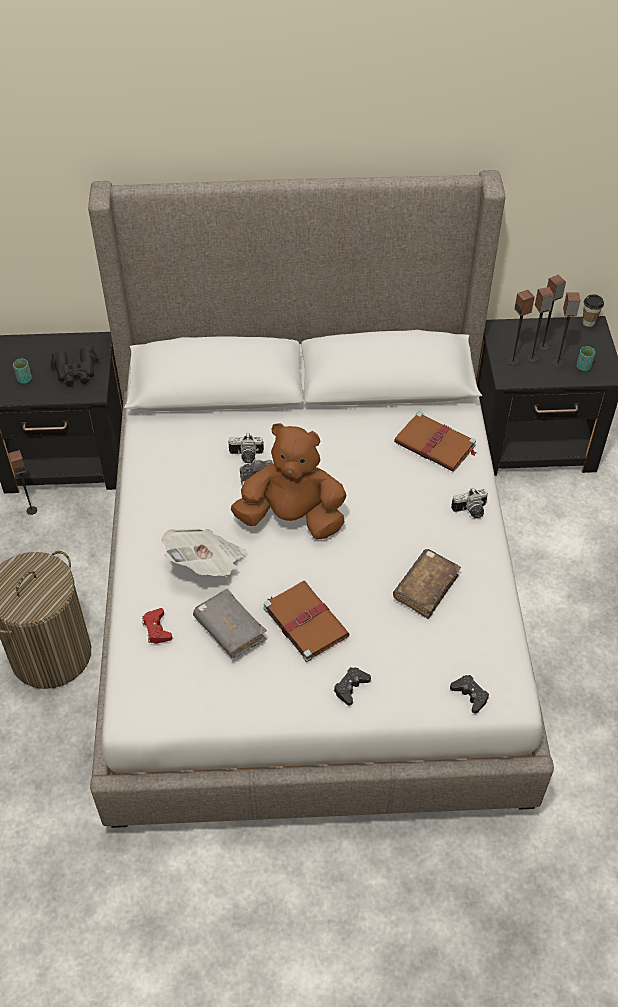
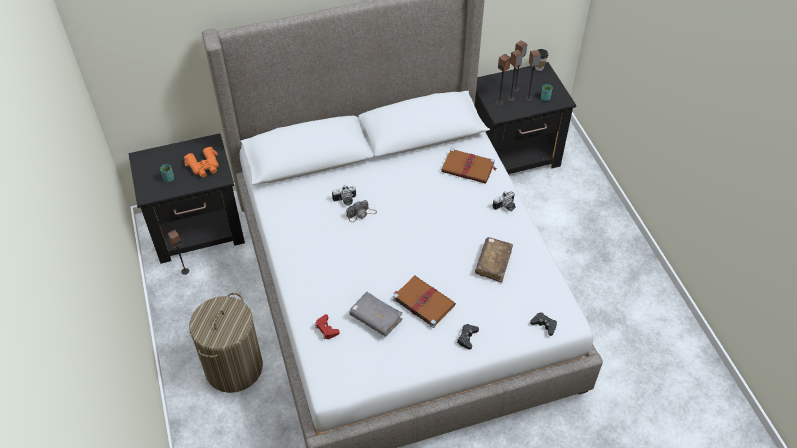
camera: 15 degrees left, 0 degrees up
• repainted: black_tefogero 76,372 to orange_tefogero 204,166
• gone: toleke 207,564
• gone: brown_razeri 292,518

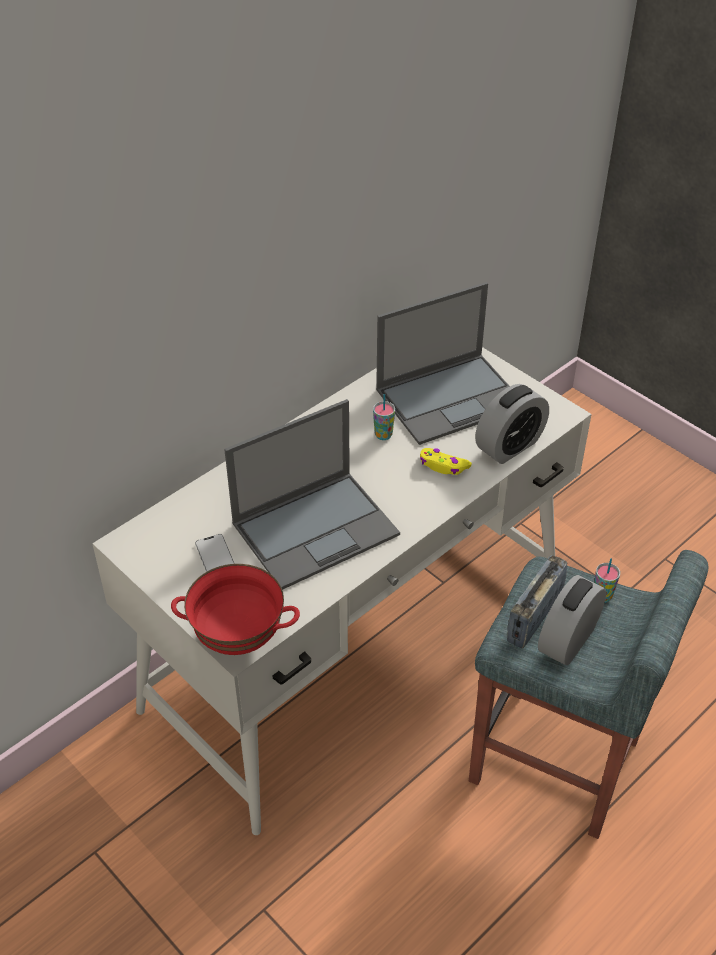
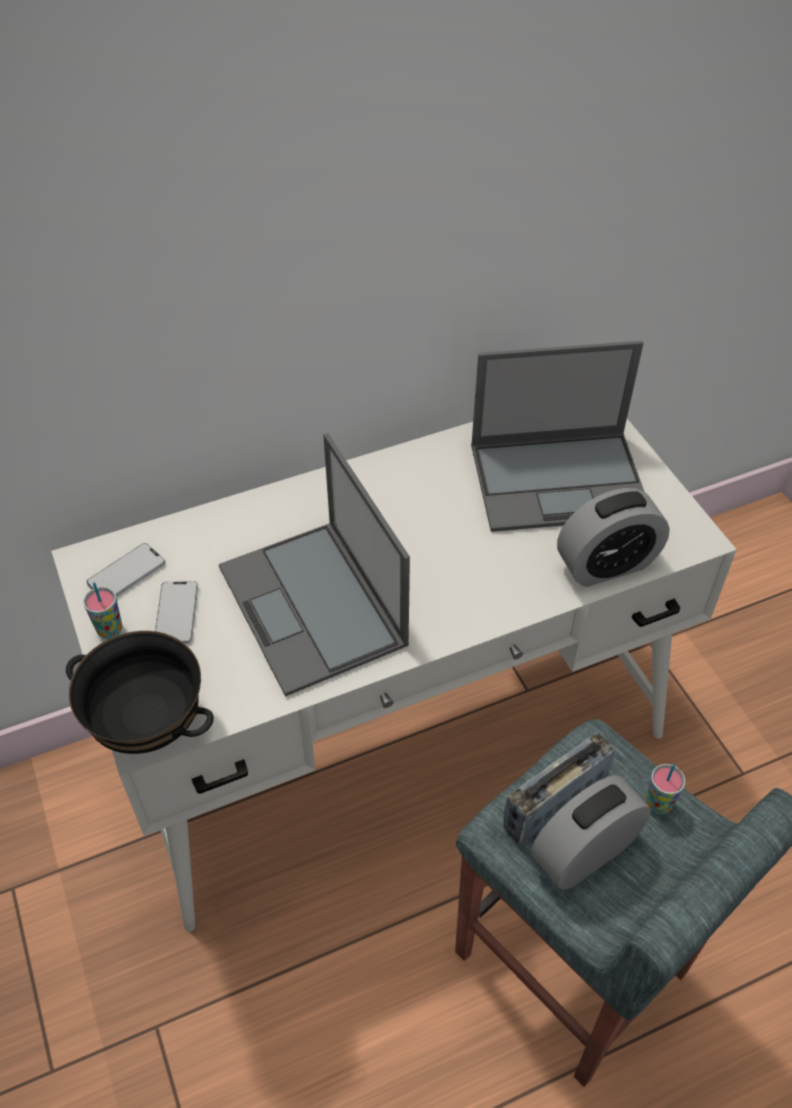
camera: 20 degrees right, 5 degrees up
• repainted: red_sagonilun 239,638 to black_sagonilun 150,725
• shifted: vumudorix 383,435 to 110,630
• new: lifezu 126,573
• rotated: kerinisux 317,528 = 313,607 75 degrees clockwise
• gone: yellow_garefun 443,466

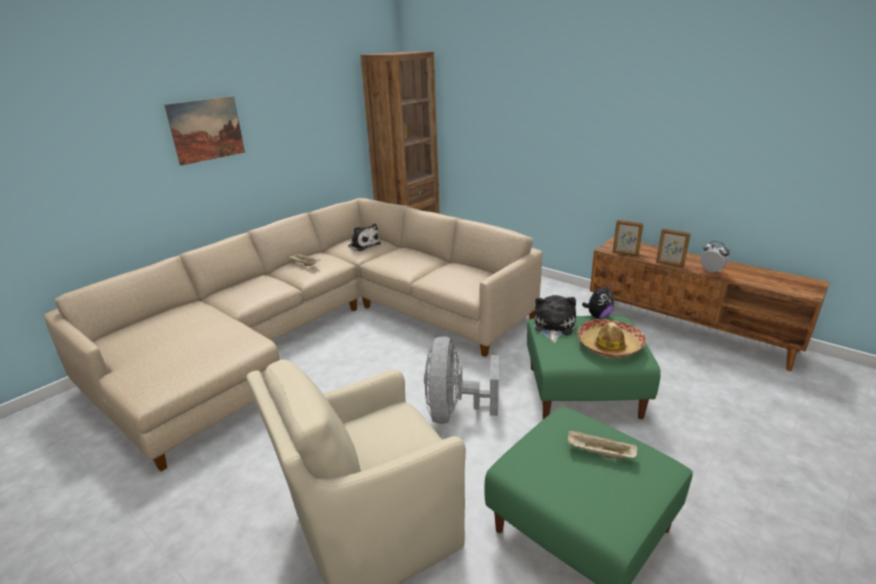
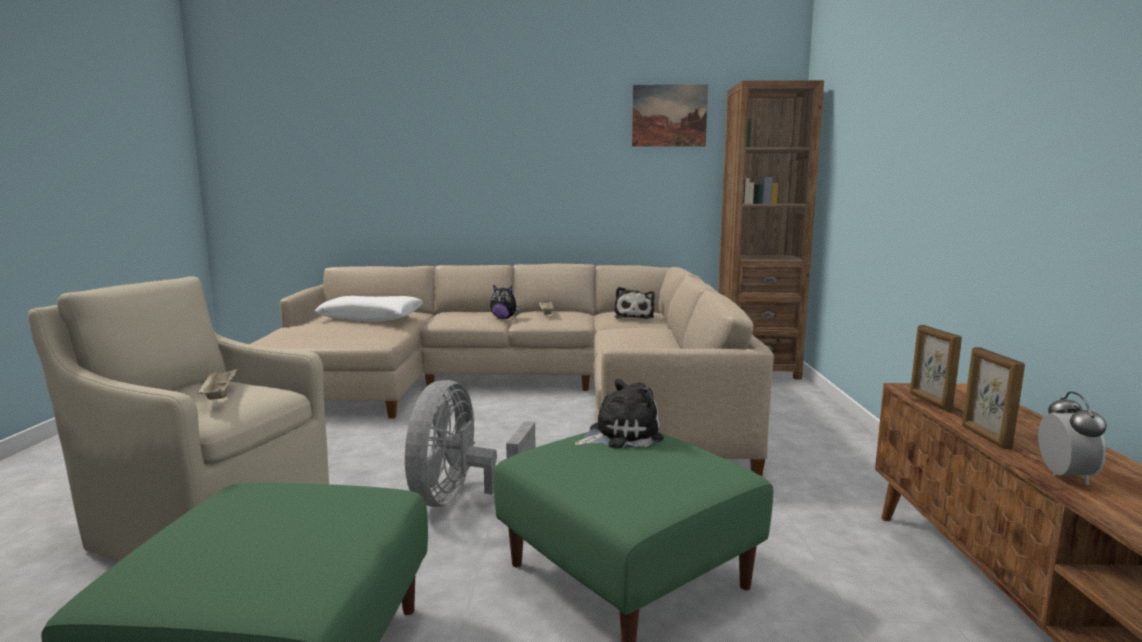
camera: 50 degrees right, 15 degrees down
• shifted: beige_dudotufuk 599,453 to 219,395
• new: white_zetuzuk 371,318
• rotated: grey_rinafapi 455,411 = 461,499 45 degrees counterclockwise
• shifted: razeri 598,316 to 504,318
• shifted: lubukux 206,130 to 669,115
• gone: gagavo 609,345

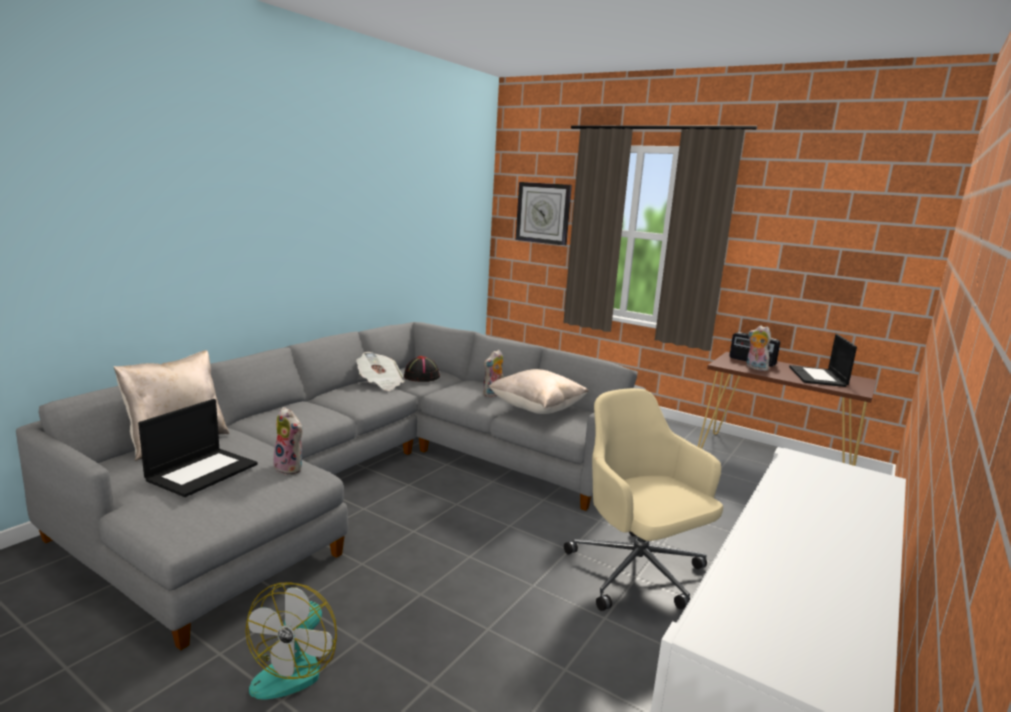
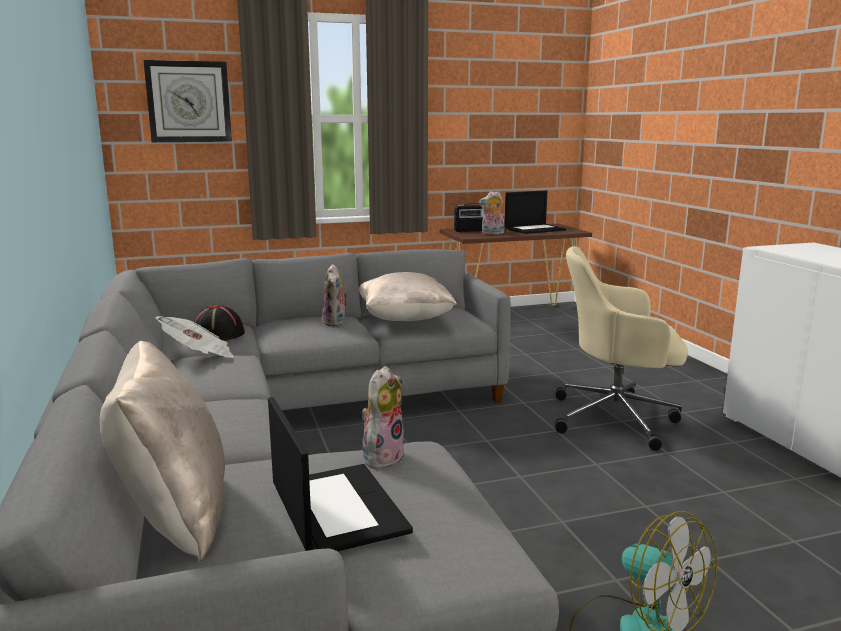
camera: 50 degrees left, 0 degrees up
• rotated: razeri 291,468 = 382,457 45 degrees counterclockwise
• rotated: kerinisux 818,377 = 535,229 75 degrees counterclockwise

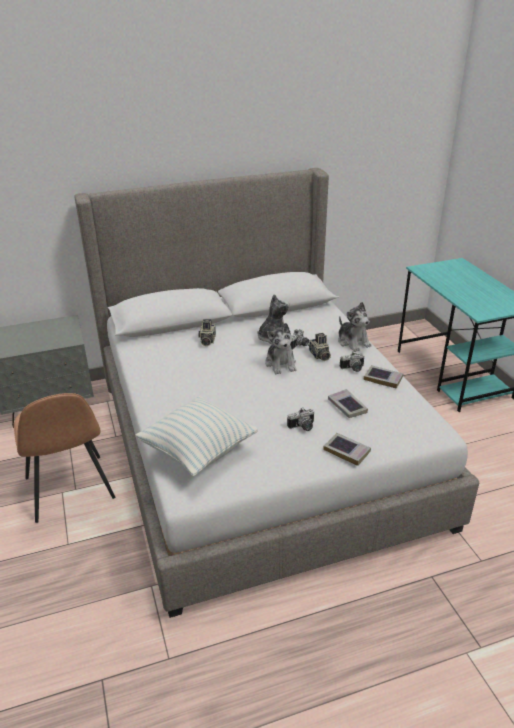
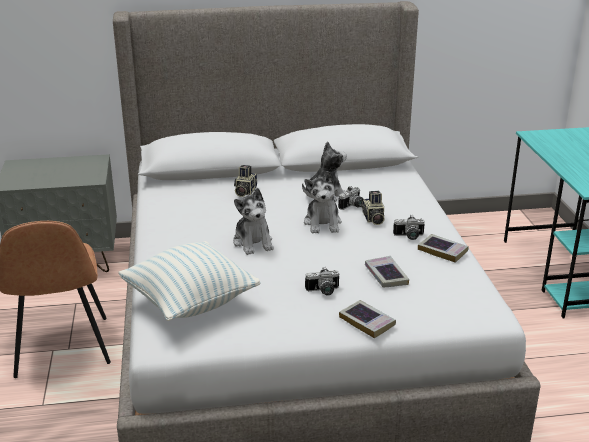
camera: 10 degrees right, 5 degrees down
• shifted: razeri 353,342 to 253,242

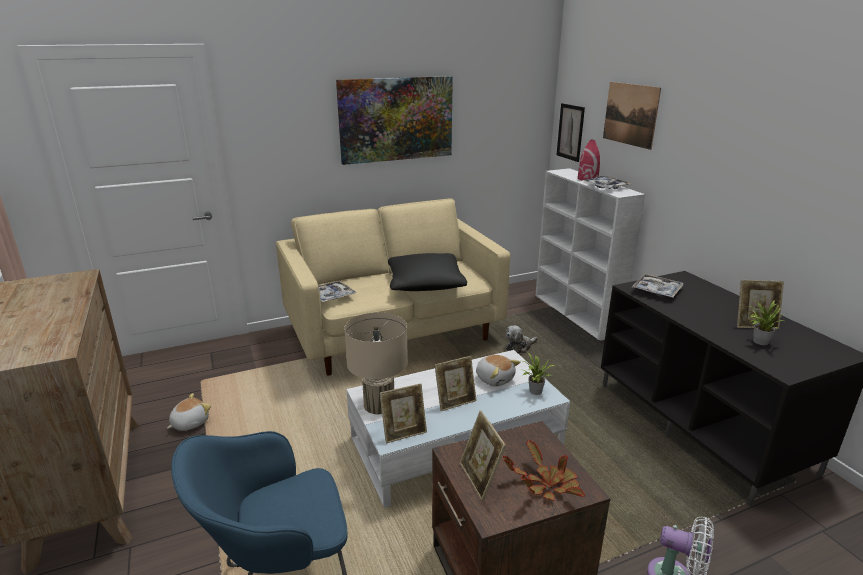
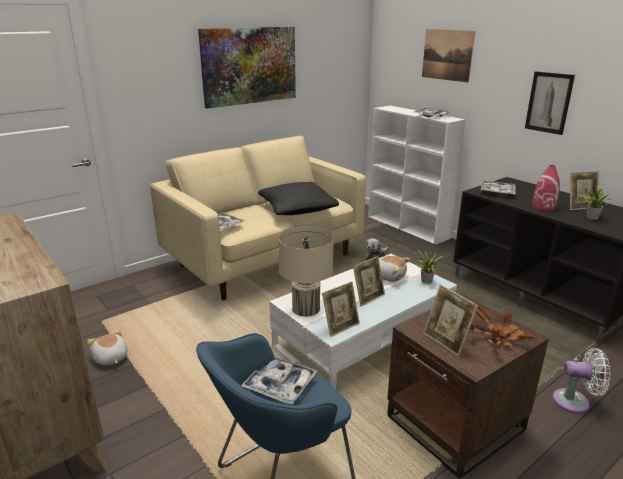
camera: 15 degrees left, 0 degrees up
• rotated: razeri 189,423 = 110,358 60 degrees counterclockwise
• new: dudotufuk 279,384
• shifted: lubukux 570,132 to 548,102
• shifted: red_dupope 588,179 to 544,207

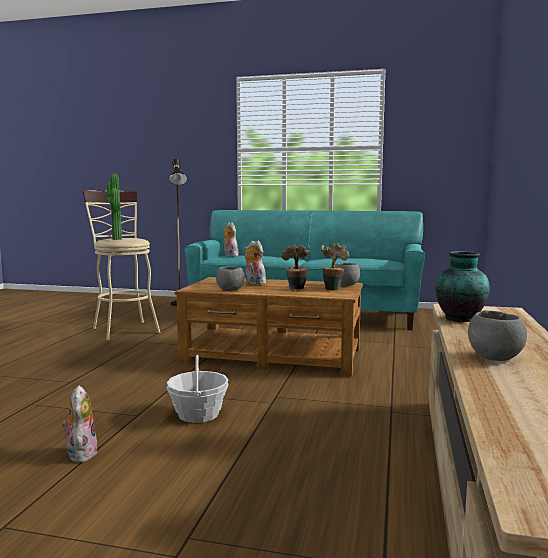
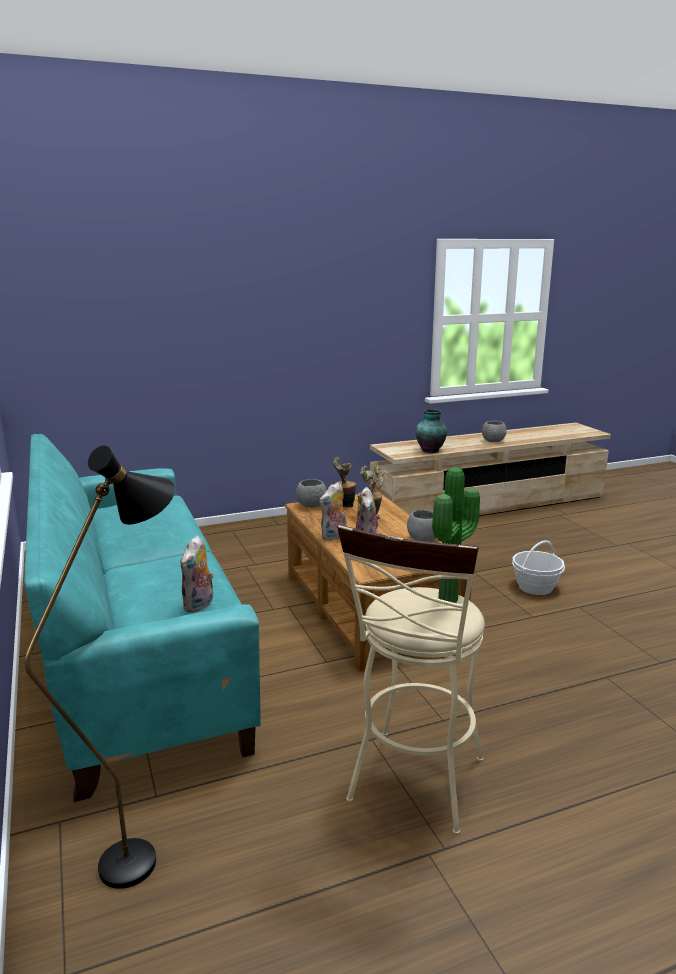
camera: 125 degrees left, 10 degrees up
• shifted: razeri 80,453 to 334,536

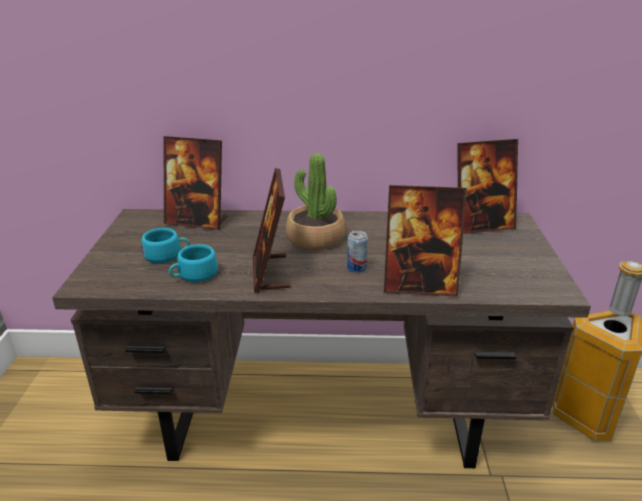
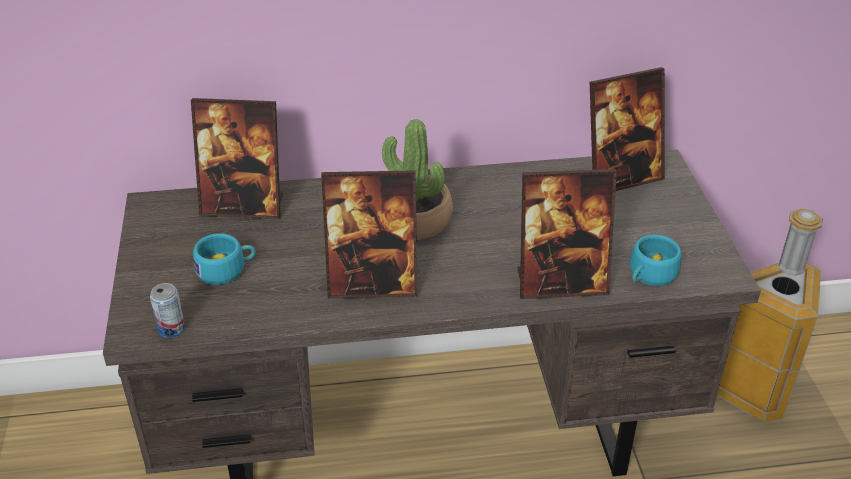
camera: 10 degrees left, 10 degrees up
• shifted: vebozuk 356,268 to 171,329
• rotated: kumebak 270,273 = 372,284 75 degrees counterclockwise
• shifted: turquoise_vumudorix 194,276 to 649,275

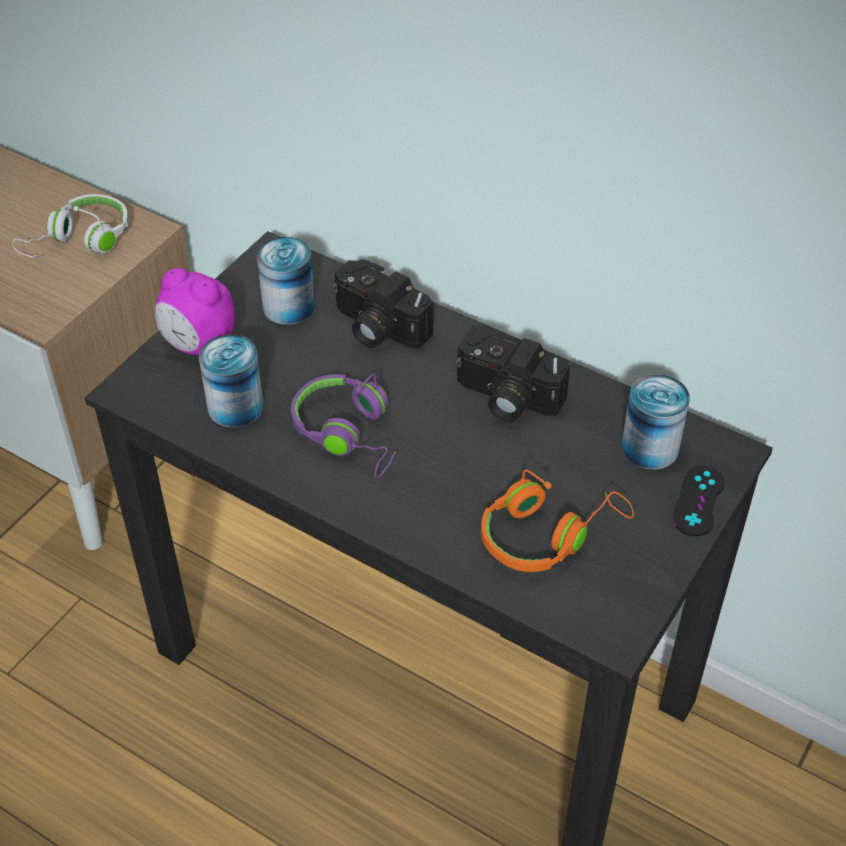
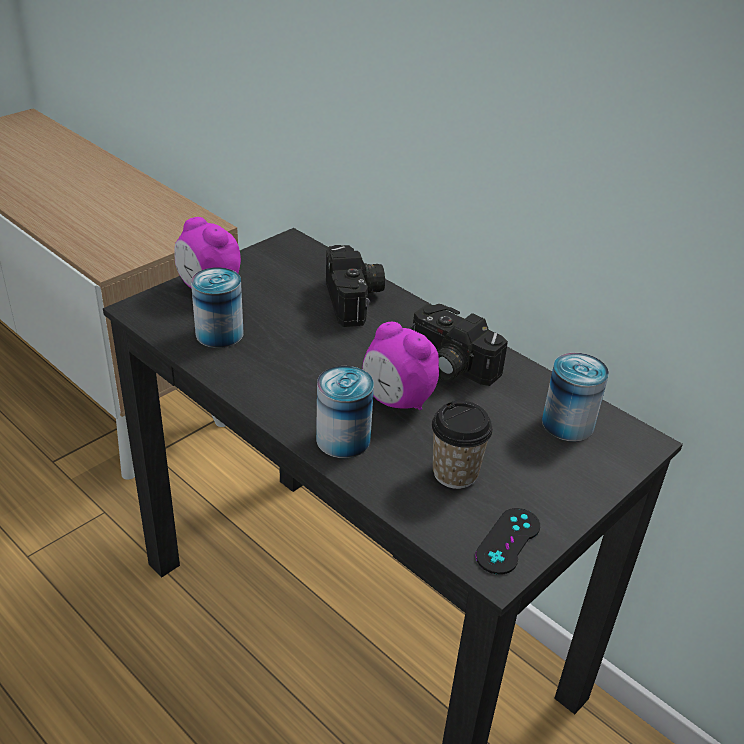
camera: 10 degrees right, 10 degrees down
• shifted: vebozuk 288,306 to 343,439
• rotated: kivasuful 376,327 = 356,300 150 degrees counterclockwise
• new: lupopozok 397,400
• swapped: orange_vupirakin 547,534 to vumudorix 455,473
• shifted: black_garefun 698,501 to 508,541
• gone: white_vupirakin 80,240
• gone: purple_vupirakin 349,433

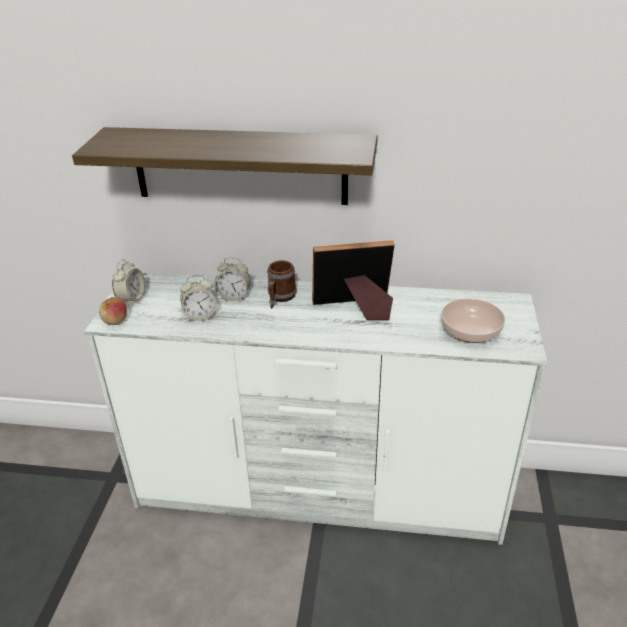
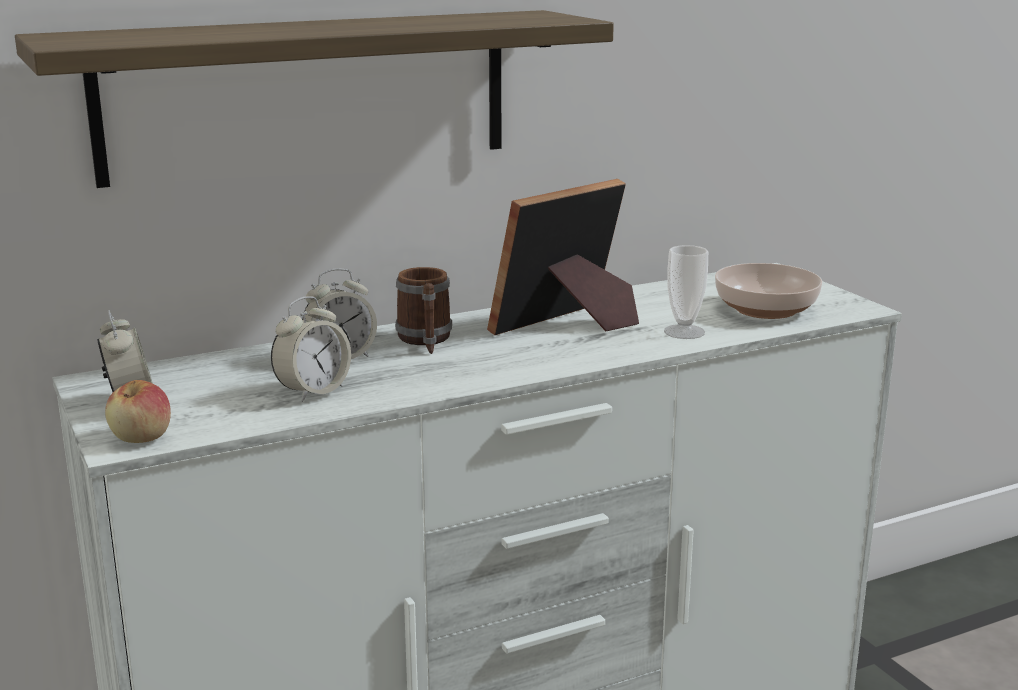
camera: 35 degrees left, 15 degrees down
• new: vumudorix 684,332

